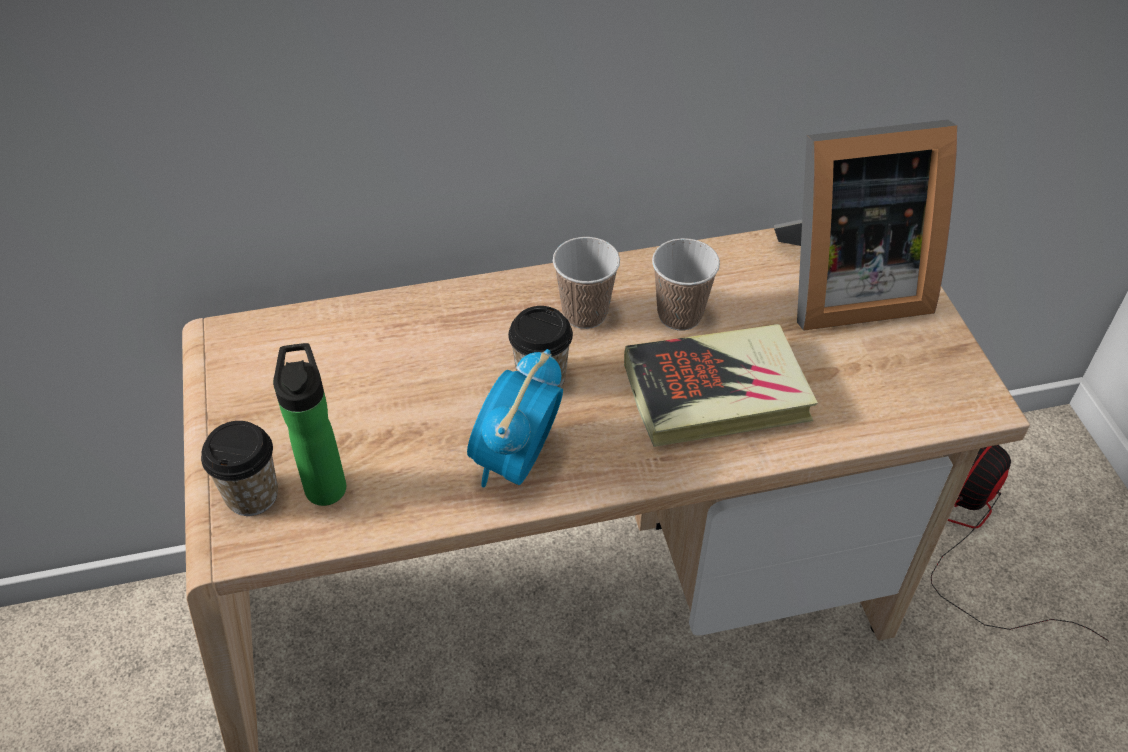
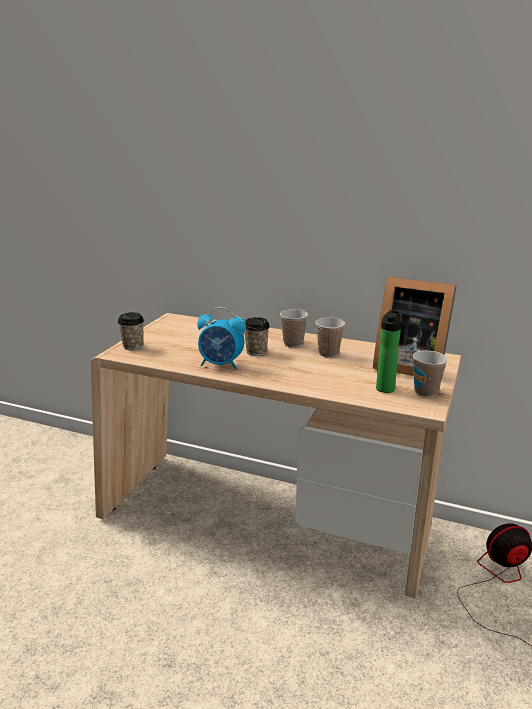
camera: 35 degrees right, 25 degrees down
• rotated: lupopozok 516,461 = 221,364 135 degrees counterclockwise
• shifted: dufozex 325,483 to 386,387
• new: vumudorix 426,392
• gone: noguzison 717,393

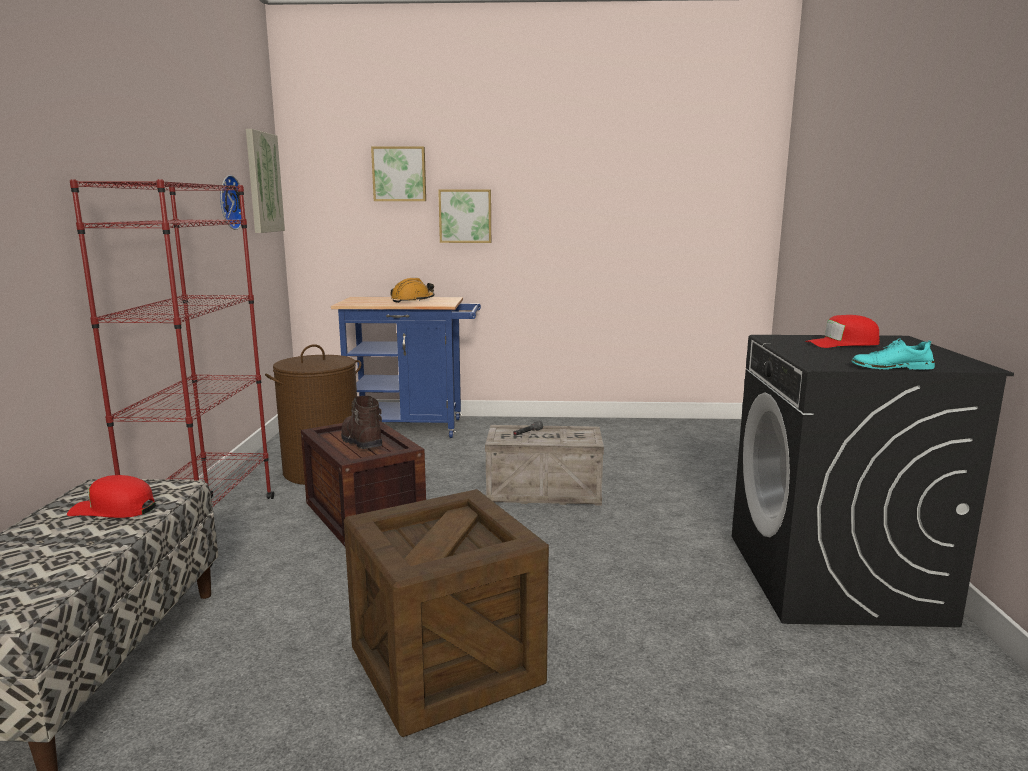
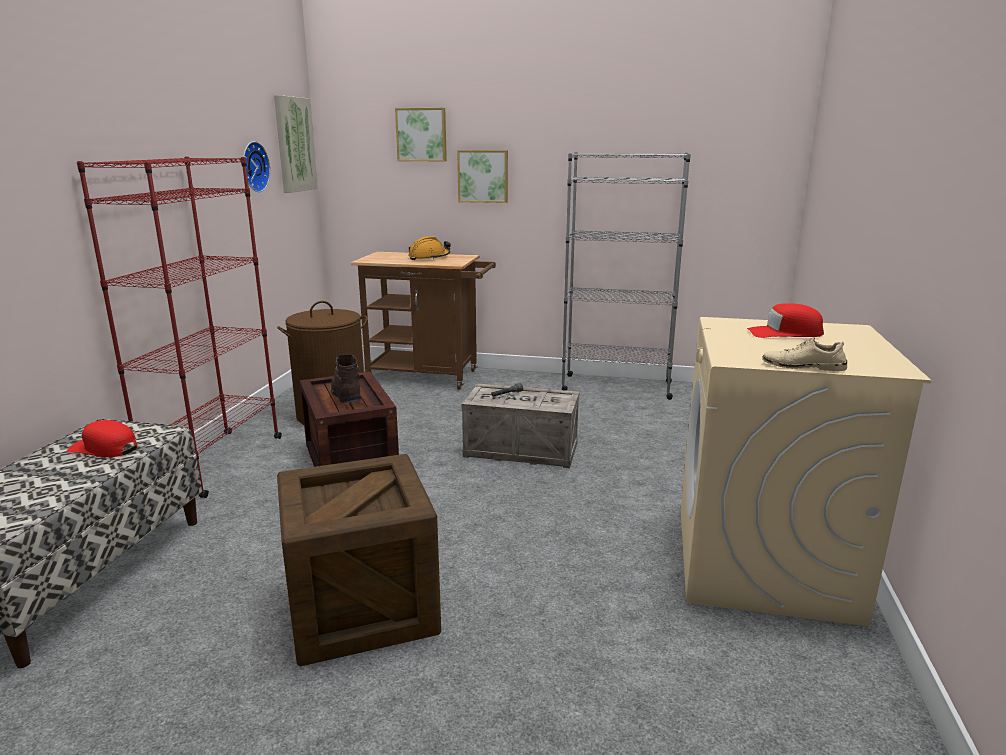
camera: 10 degrees right, 5 degrees up
• repainted: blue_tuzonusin 413,427 to brown_tuzonusin 429,377
• new: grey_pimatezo 616,386
• repainted: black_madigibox 834,578 to beige_madigibox 764,562
• repainted: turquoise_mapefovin 891,367 to beige_mapefovin 803,366

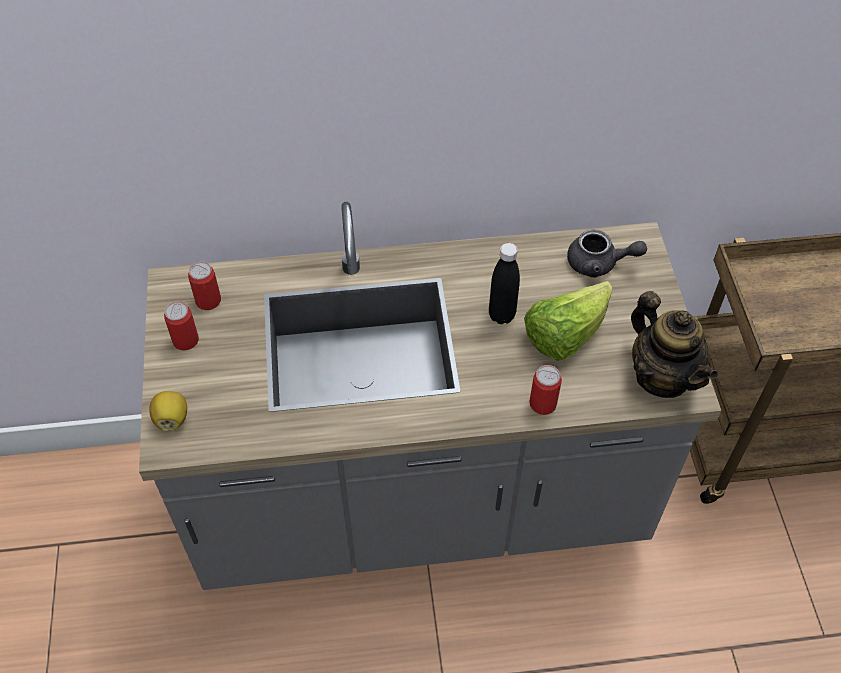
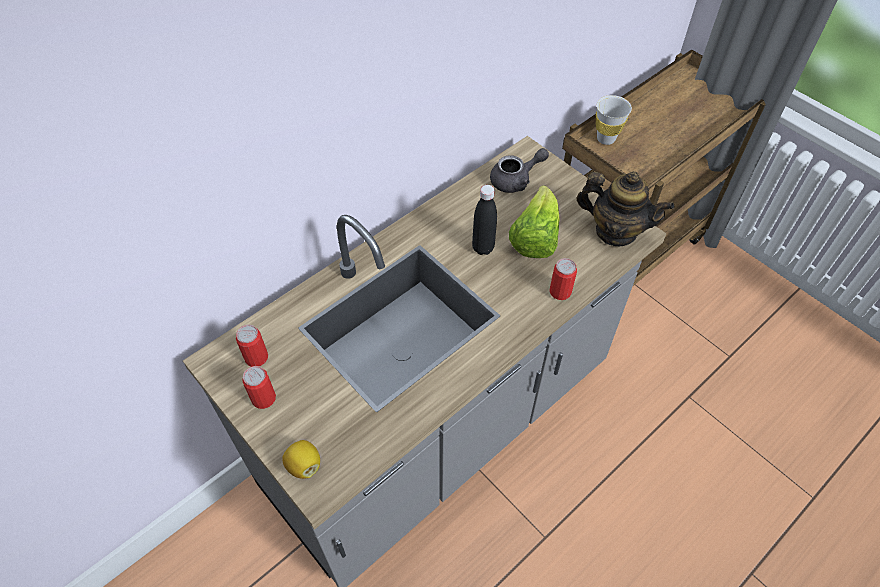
camera: 35 degrees left, 0 degrees up
• new: white_vumudorix 606,139

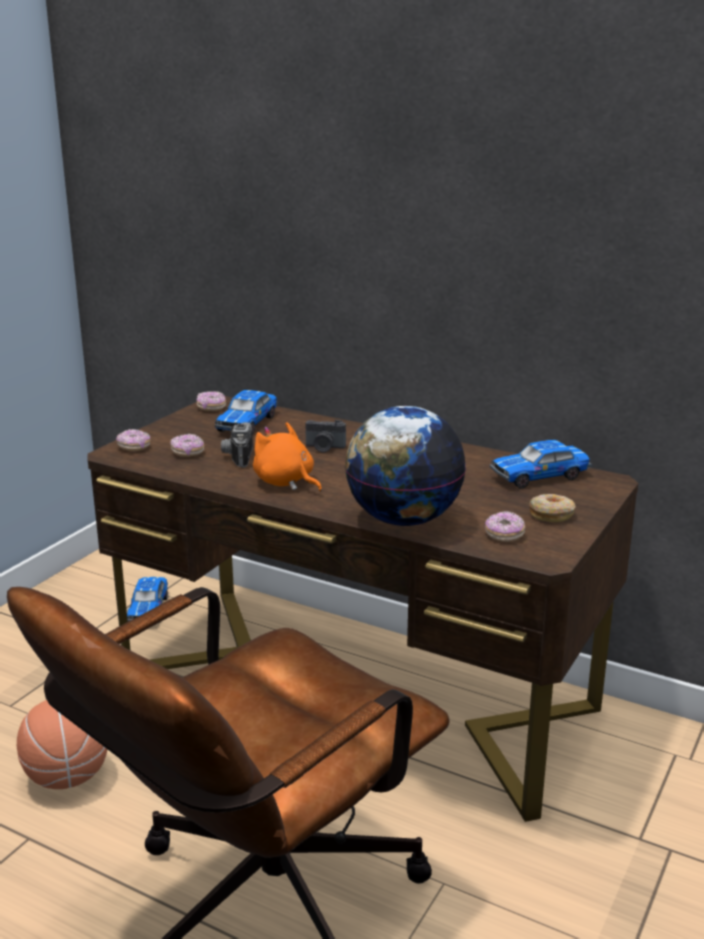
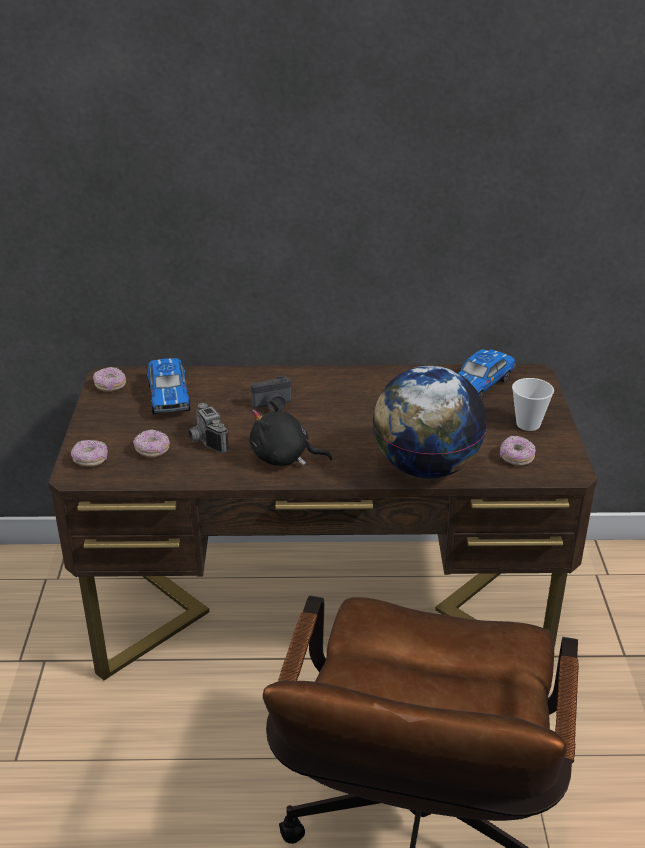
camera: 30 degrees left, 10 degrees up
• repainted: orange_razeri 286,482 to black_razeri 284,458
• swapped: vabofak 551,514 to vumudorix 528,424
• gone: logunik 67,776
• gone: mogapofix 148,608

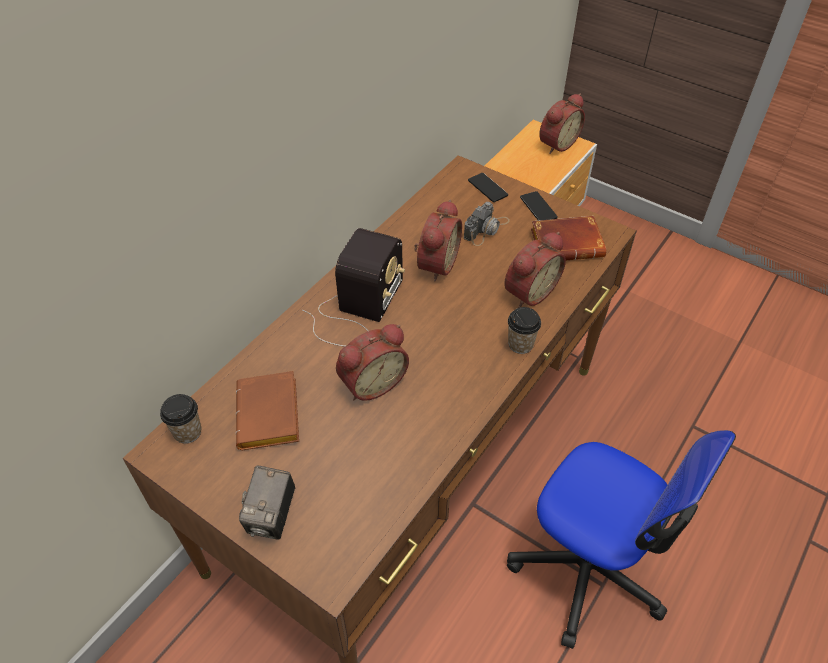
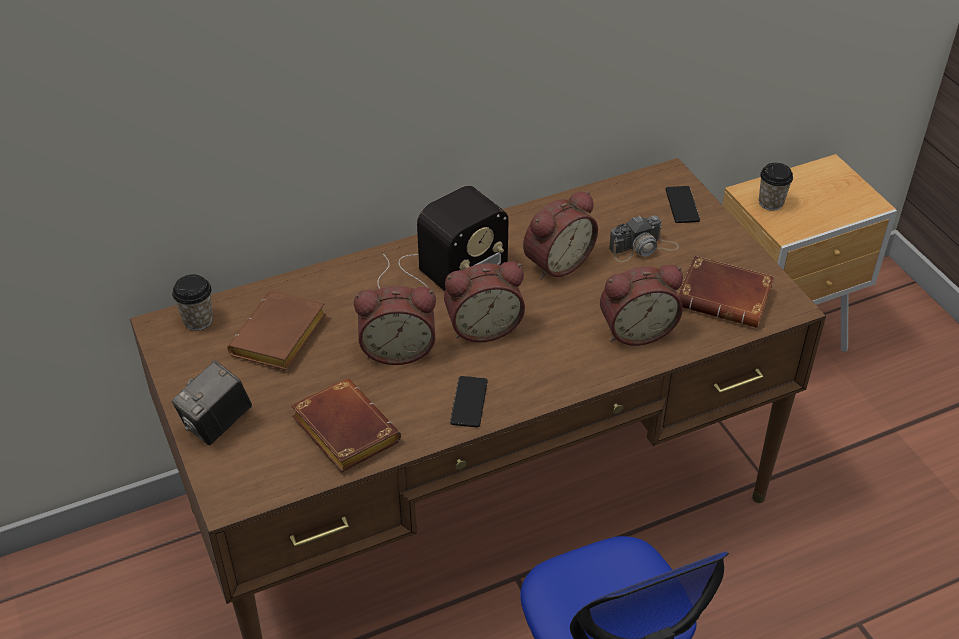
camera: 30 degrees right, 5 degrees down
• new: brown_noguzison 342,431
• shifted: lupopozok 556,143 to 483,326
• shifted: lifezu 538,207 to 469,402
• shifted: vumudorix 520,344 to 771,203

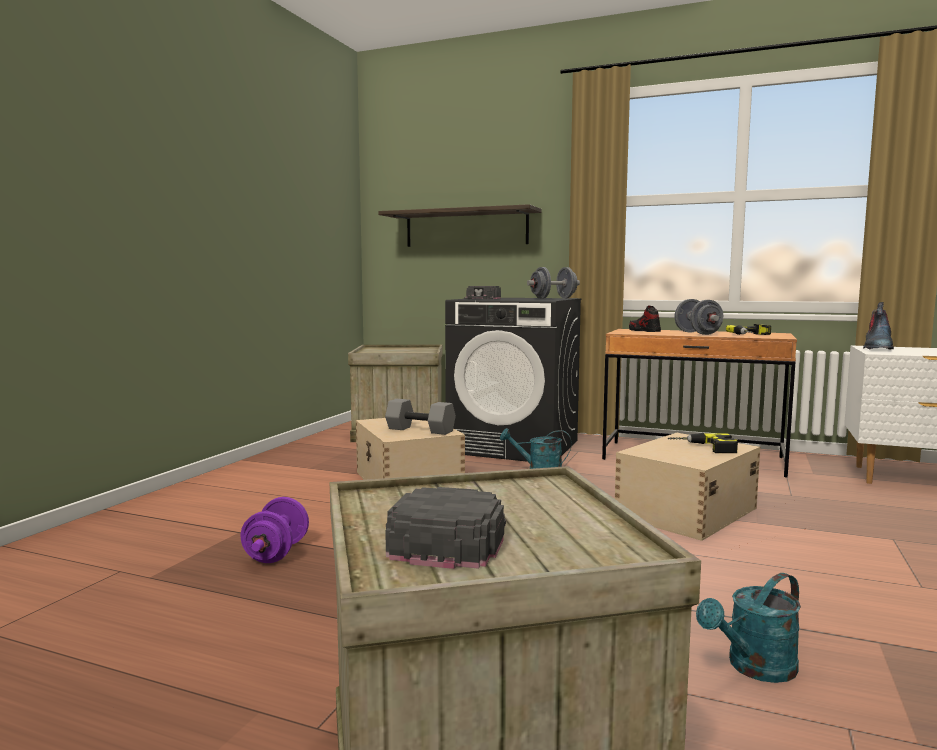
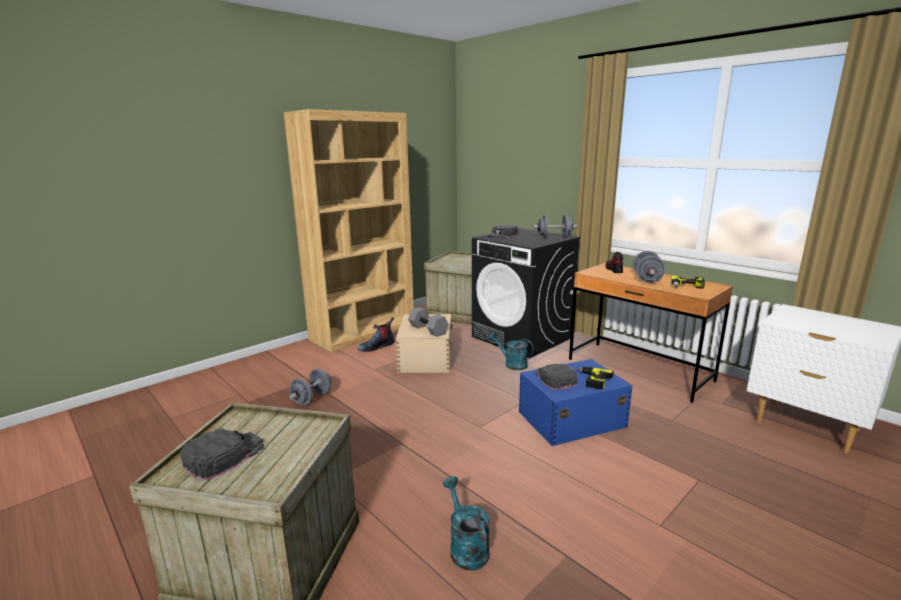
camera: 25 degrees right, 10 degrees up
• new: brown_pimatezo 363,332
• repainted: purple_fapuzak 276,553 to grey_fapuzak 312,398
• shifted: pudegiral 877,348 to 376,347
• rotated: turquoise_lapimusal 754,668 = 465,547 75 degrees clockwise
• repainted: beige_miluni 685,512 to blue_miluni 570,419
• new: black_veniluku 554,379
• gone: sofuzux 466,228

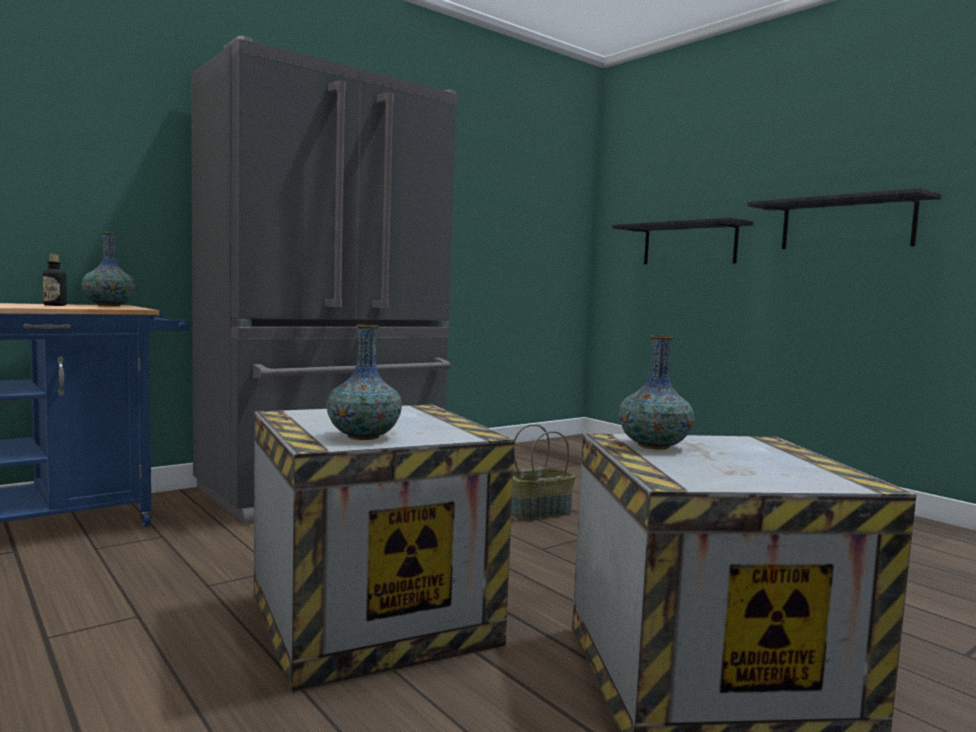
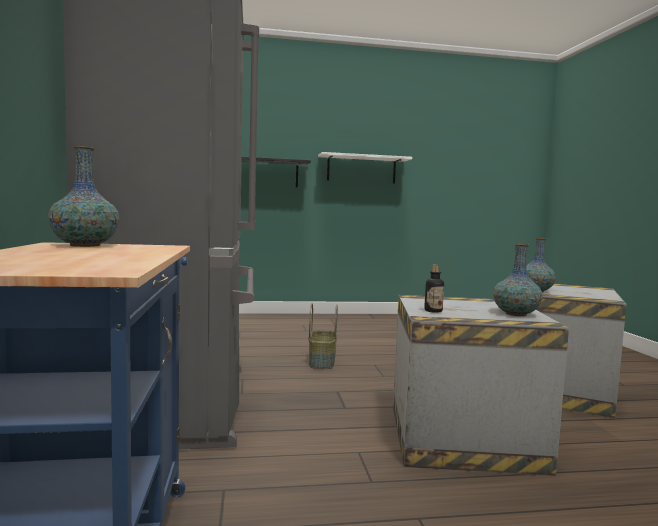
camera: 60 degrees left, 0 degrees up
• repainted: black_sofuzux 846,224 to white_sofuzux 361,169
• shifted: dufozex 55,305 to 433,311

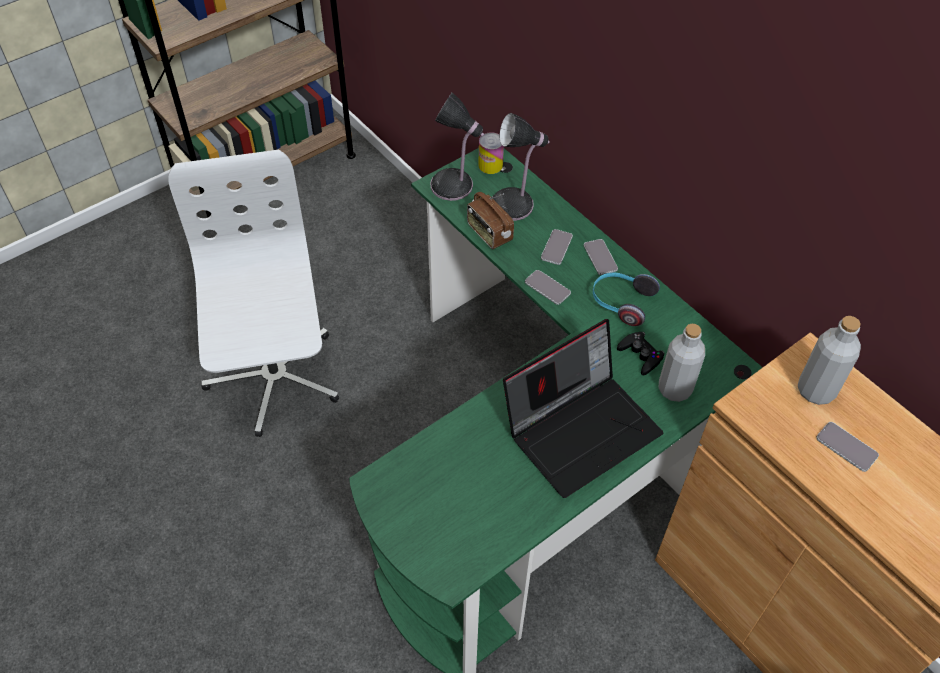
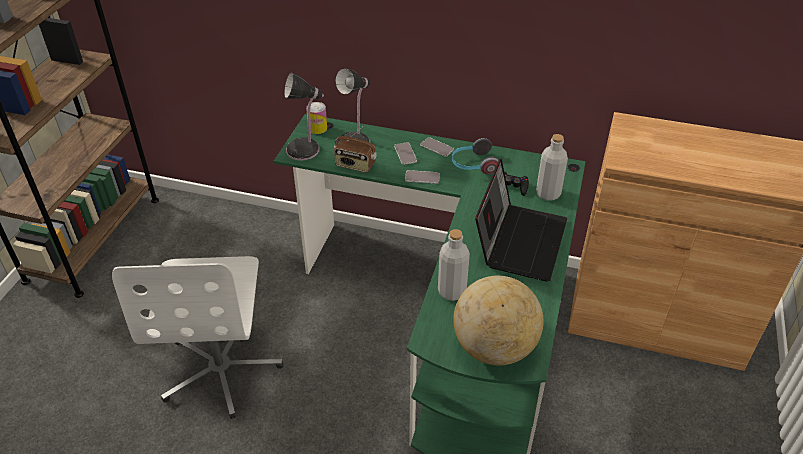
camera: 35 degrees left, 10 degrees down
• rotated: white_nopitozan 274,377 = 222,368 135 degrees counterclockwise
• shifted: grey_dufozex 816,390 to 452,291
• new: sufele 494,348
• gone: lifezu 846,447

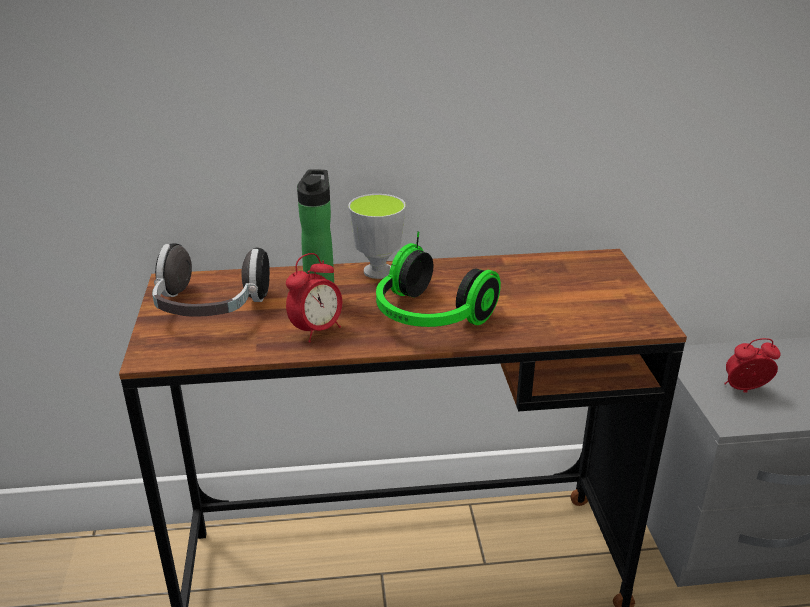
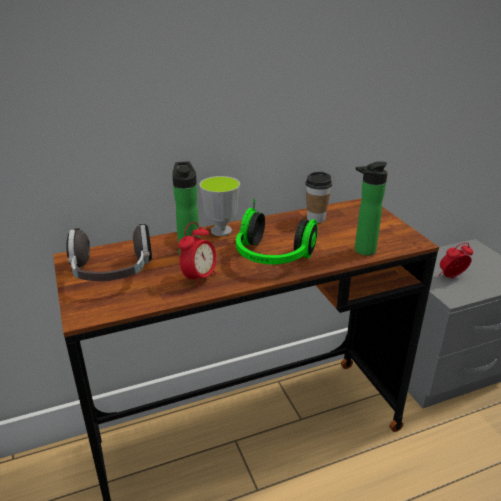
camera: 15 degrees left, 0 degrees up
• new: vumudorix 316,219
• new: dufozex 362,251

